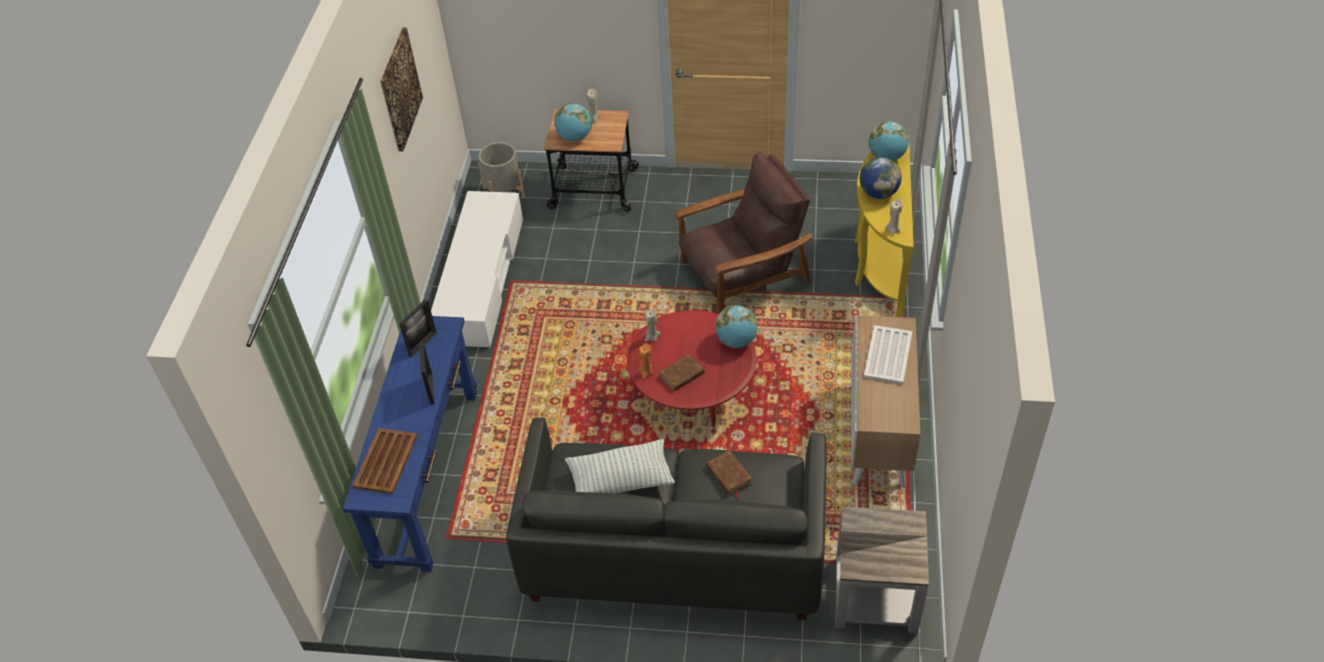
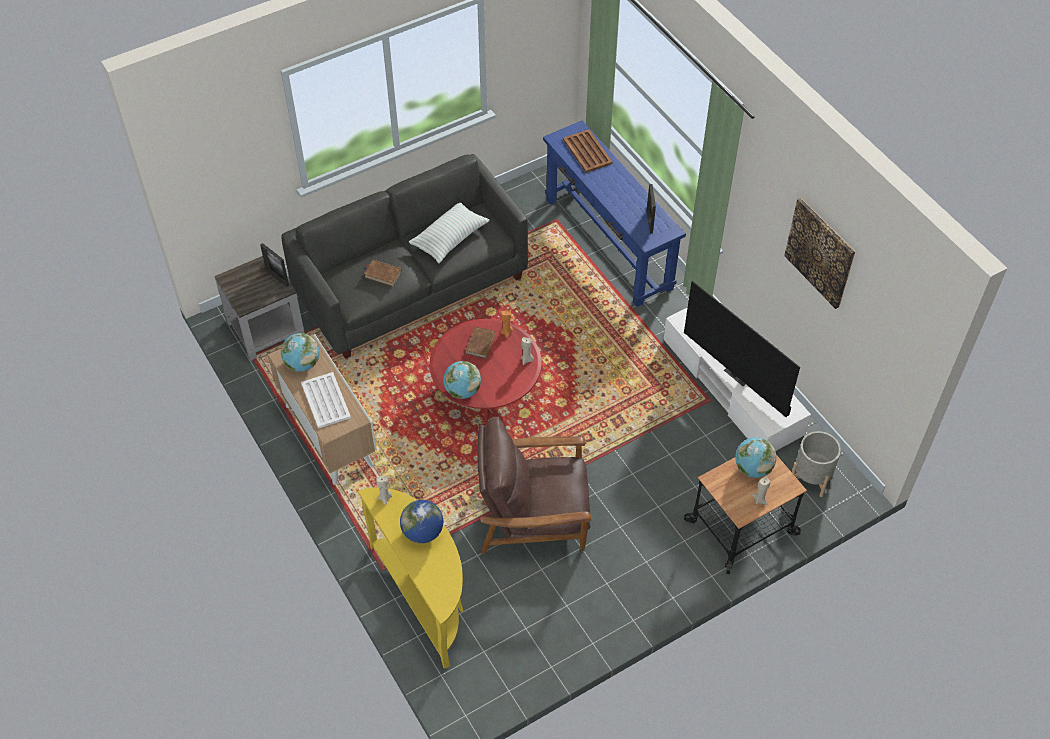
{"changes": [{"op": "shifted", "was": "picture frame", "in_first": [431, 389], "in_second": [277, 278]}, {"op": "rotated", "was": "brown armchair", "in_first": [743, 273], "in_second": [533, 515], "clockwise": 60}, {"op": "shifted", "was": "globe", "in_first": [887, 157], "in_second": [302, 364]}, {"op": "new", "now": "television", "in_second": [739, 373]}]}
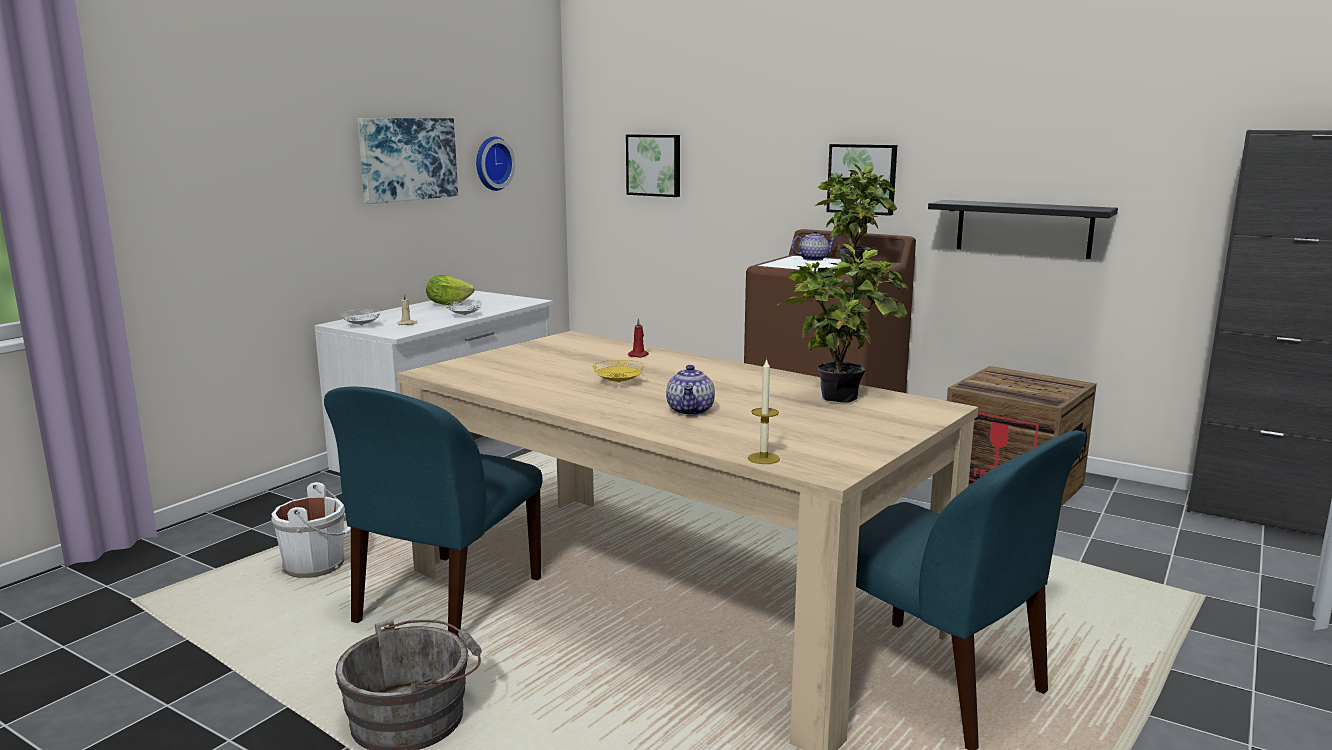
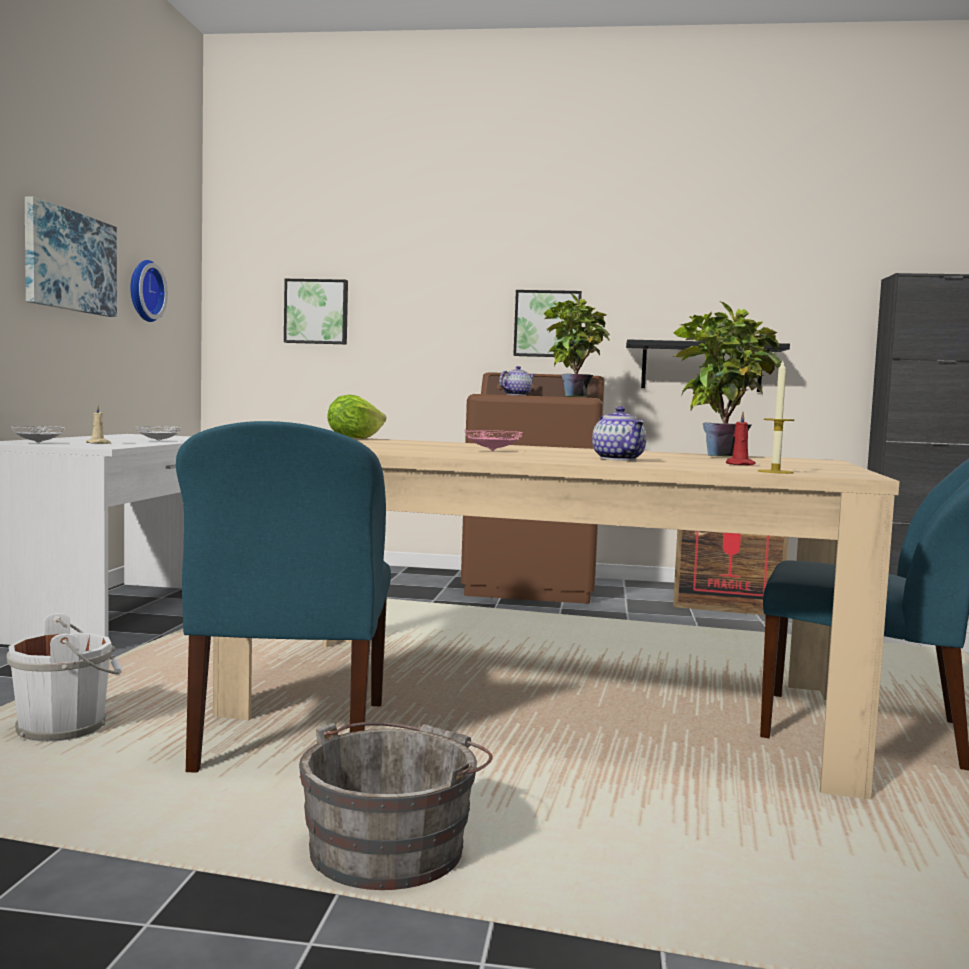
{"changes": [{"op": "shifted", "was": "lettuce", "in_first": [448, 304], "in_second": [354, 438]}, {"op": "repainted", "was": "yellow plate", "now": "pink plate", "in_first": [619, 383], "in_second": [493, 451]}, {"op": "shifted", "was": "red candle", "in_first": [639, 355], "in_second": [739, 465]}]}
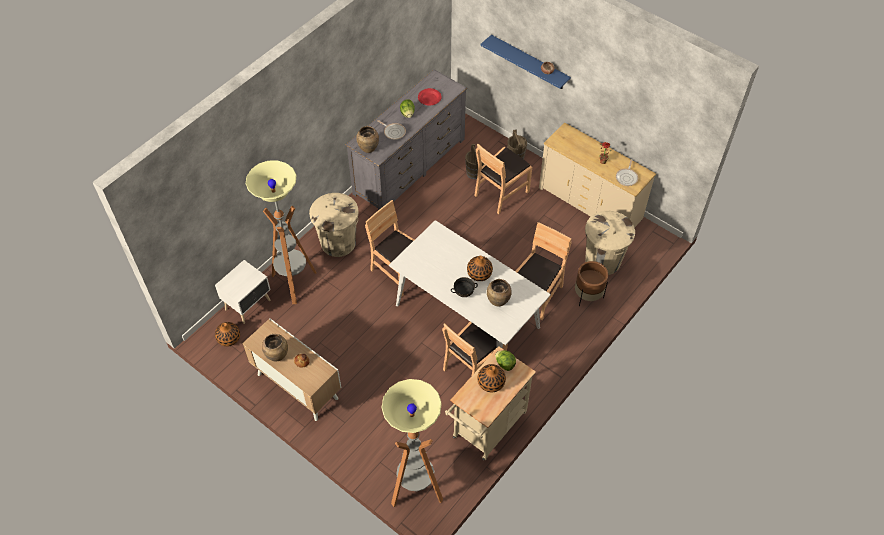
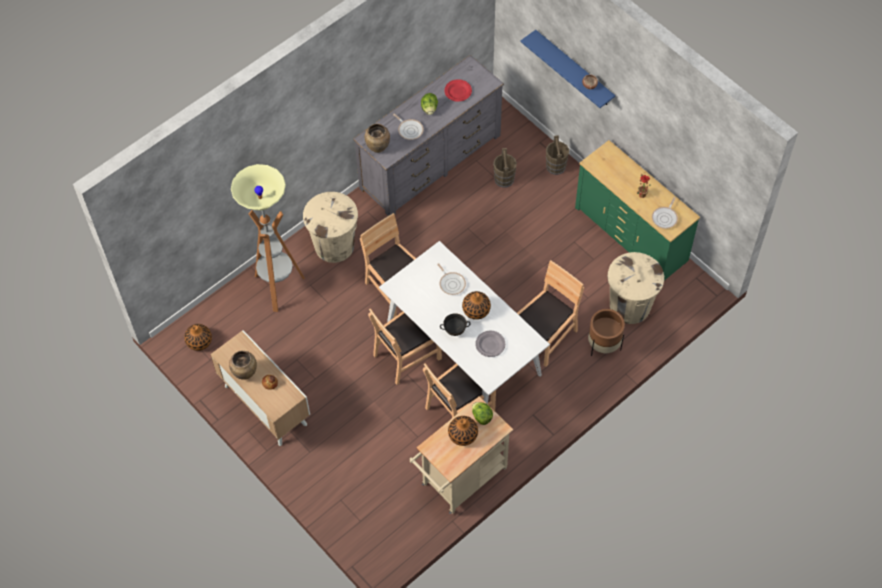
{"changes": [{"op": "gone", "was": "white nightstand", "in_first": [249, 305]}, {"op": "gone", "was": "floor lamp", "in_first": [416, 489]}, {"op": "shifted", "was": "brown chair", "in_first": [501, 193], "in_second": [406, 356]}, {"op": "swapped", "was": "brown vase", "now": "grey plate", "in_first": [497, 301], "in_second": [490, 344]}, {"op": "repainted", "was": "beige dresser", "now": "green dresser", "in_first": [590, 203], "in_second": [631, 234]}, {"op": "new", "now": "frying pan", "in_second": [451, 283]}]}
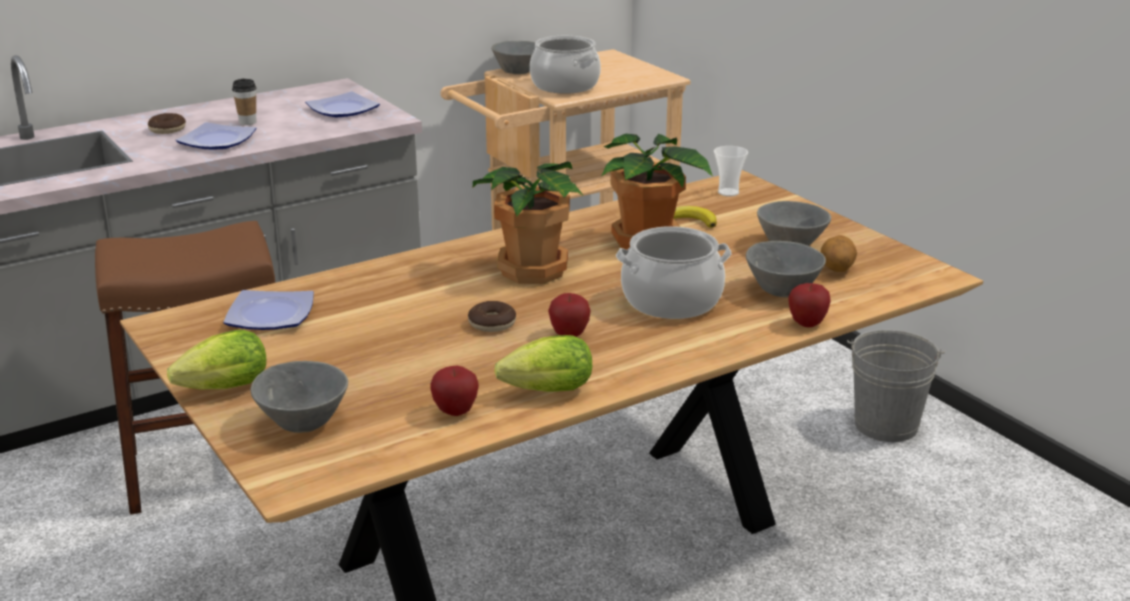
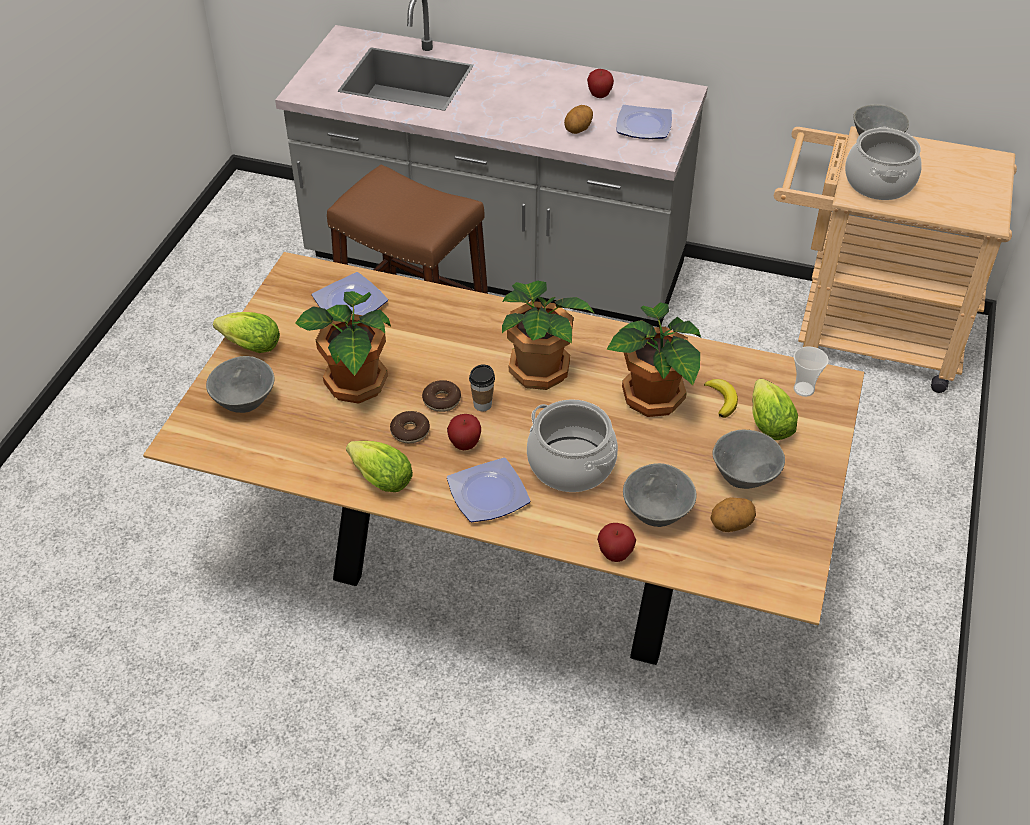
{"changes": [{"op": "shifted", "was": "donut", "in_first": [167, 130], "in_second": [410, 432]}, {"op": "shifted", "was": "plate", "in_first": [216, 141], "in_second": [489, 493]}, {"op": "shifted", "was": "cup", "in_first": [248, 122], "in_second": [482, 405]}, {"op": "shifted", "was": "apple", "in_first": [455, 412], "in_second": [599, 96]}, {"op": "gone", "was": "grey bucket", "in_first": [886, 425]}, {"op": "new", "now": "potted plant", "in_second": [354, 386]}, {"op": "new", "now": "potato", "in_second": [578, 129]}, {"op": "new", "now": "lettuce", "in_second": [767, 422]}]}
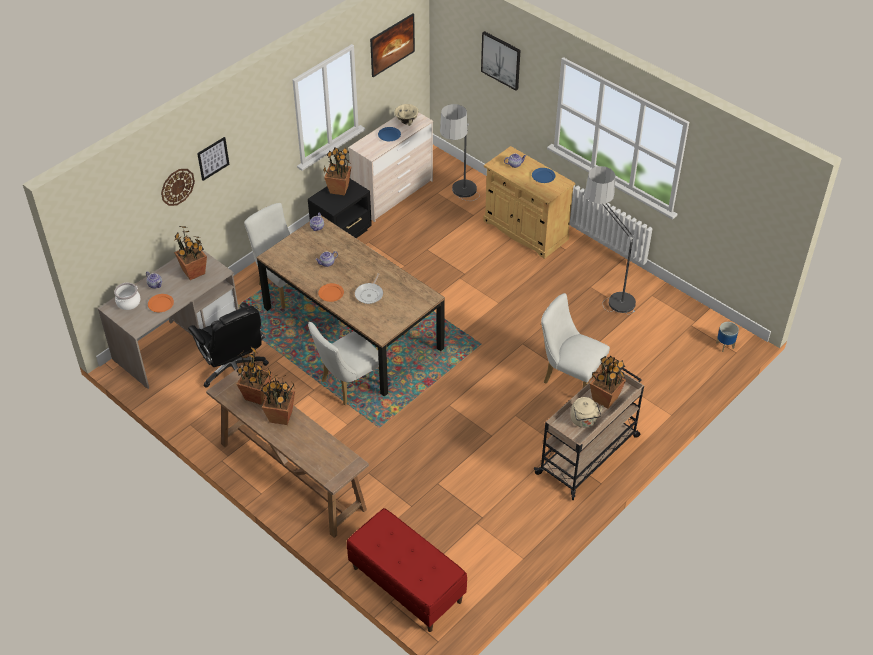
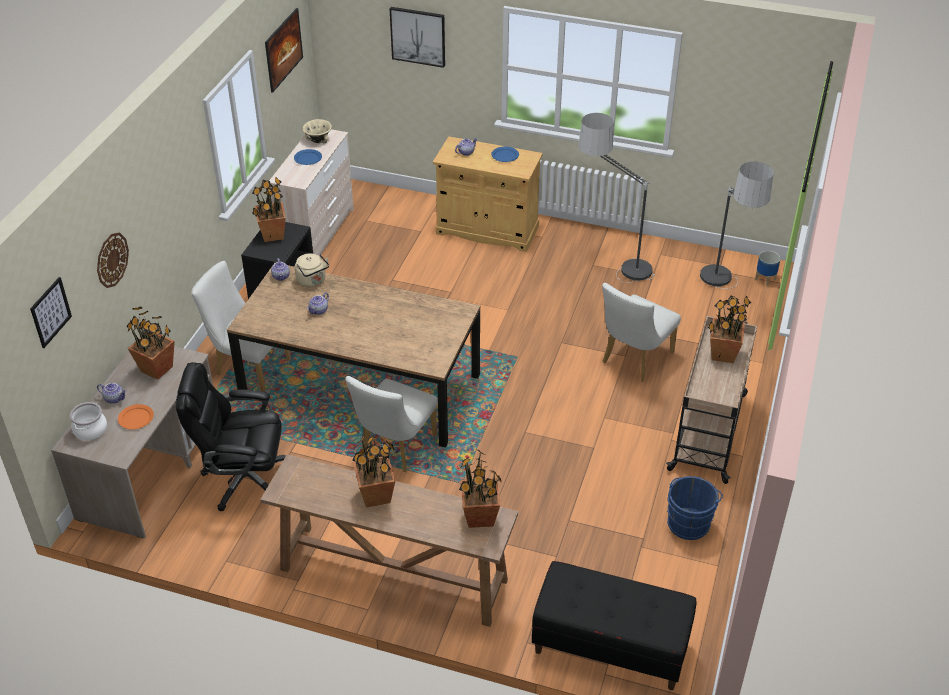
{"changes": [{"op": "rotated", "was": "black office chair", "in_first": [233, 369], "in_second": [243, 479], "clockwise": 150}, {"op": "shifted", "was": "picture", "in_first": [213, 158], "in_second": [50, 312]}, {"op": "shifted", "was": "potted plant", "in_first": [257, 396], "in_second": [480, 517]}, {"op": "gone", "was": "orange plate", "in_first": [331, 293]}, {"op": "repainted", "was": "red bench", "now": "black bench", "in_first": [406, 584], "in_second": [609, 647]}, {"op": "gone", "was": "frying pan", "in_first": [370, 294]}, {"op": "shifted", "was": "floor lamp", "in_first": [459, 203], "in_second": [724, 293]}, {"op": "rotated", "was": "white chair", "in_first": [569, 377], "in_second": [634, 360], "clockwise": -60}, {"op": "shifted", "was": "beige kettle", "in_first": [584, 421], "in_second": [312, 281]}, {"op": "new", "now": "blue bucket", "in_second": [689, 522]}]}
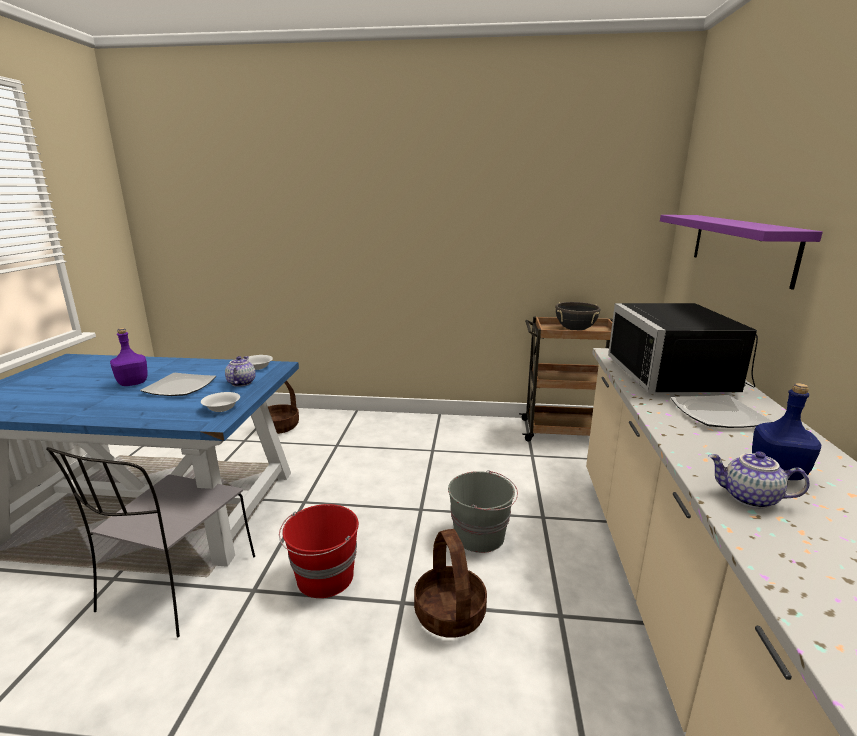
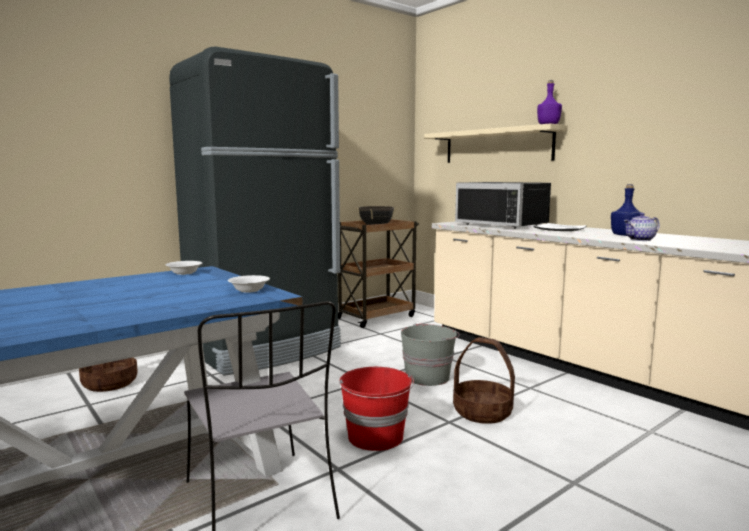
{"changes": [{"op": "shifted", "was": "purple bottle", "in_first": [133, 383], "in_second": [548, 125]}, {"op": "gone", "was": "plate", "in_first": [179, 387]}, {"op": "gone", "was": "teapot", "in_first": [241, 383]}, {"op": "repainted", "was": "purple shelf", "now": "beige shelf", "in_first": [740, 246], "in_second": [496, 146]}, {"op": "new", "now": "black fridge", "in_second": [265, 349]}]}
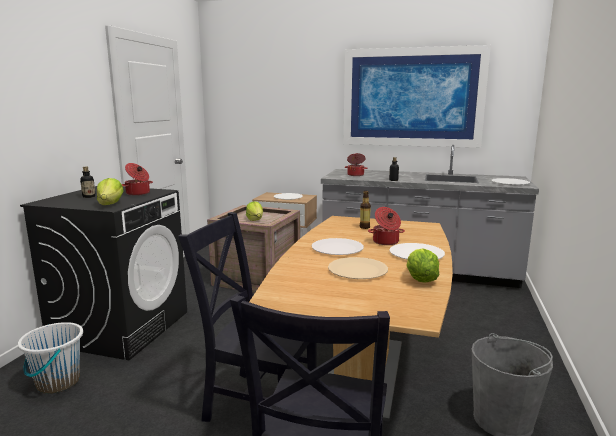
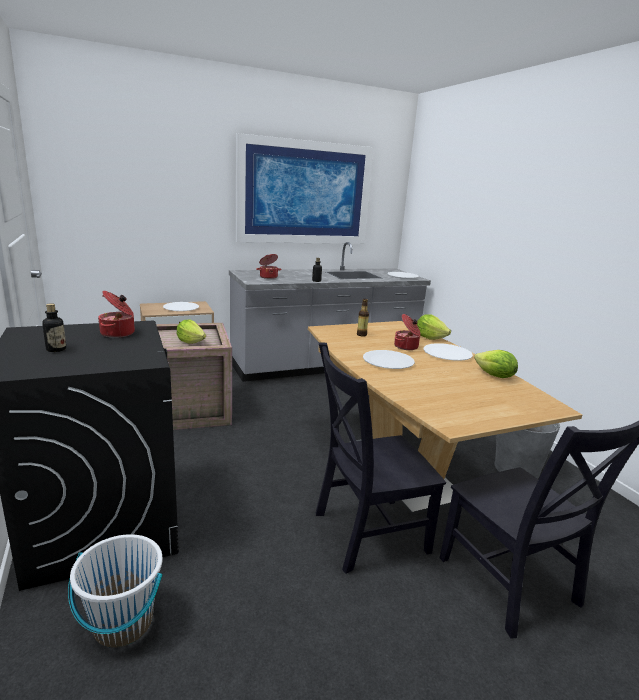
{"changes": [{"op": "shifted", "was": "lettuce", "in_first": [110, 204], "in_second": [430, 338]}, {"op": "gone", "was": "beige plate", "in_first": [358, 270]}]}
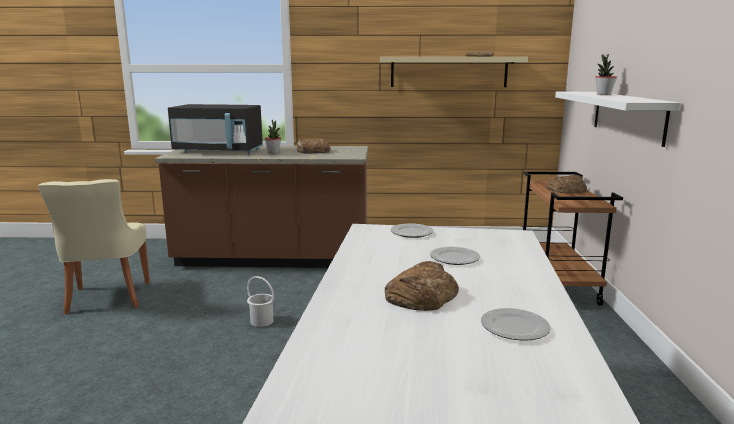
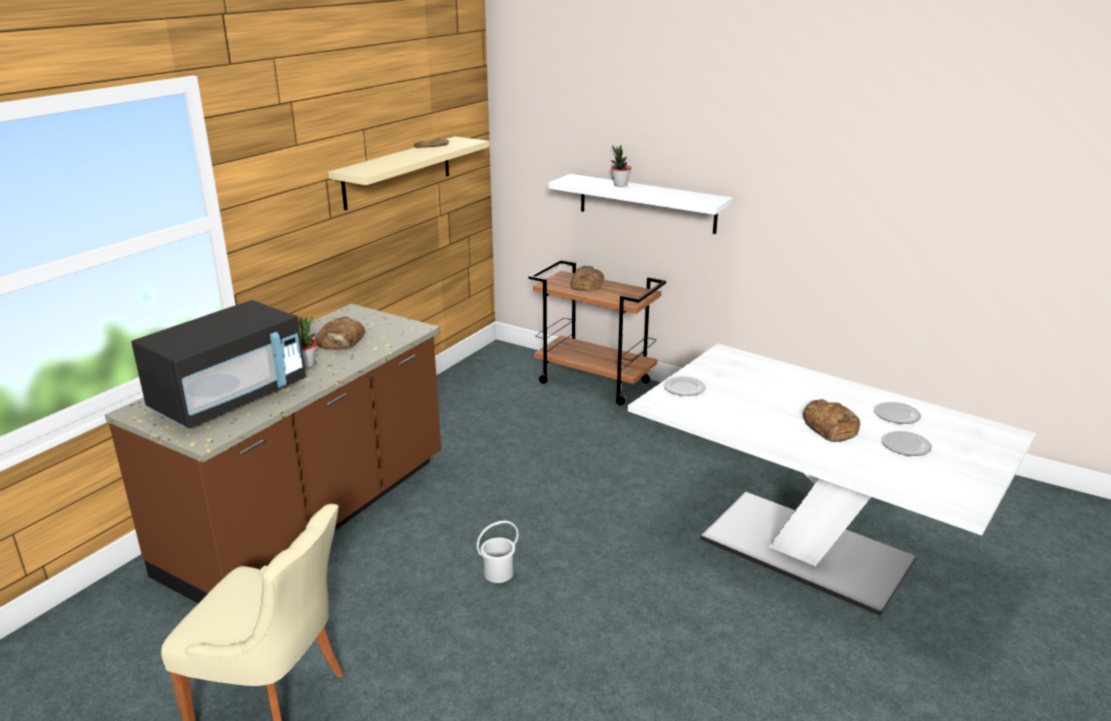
{"changes": [{"op": "shifted", "was": "plate", "in_first": [455, 258], "in_second": [906, 446]}]}
